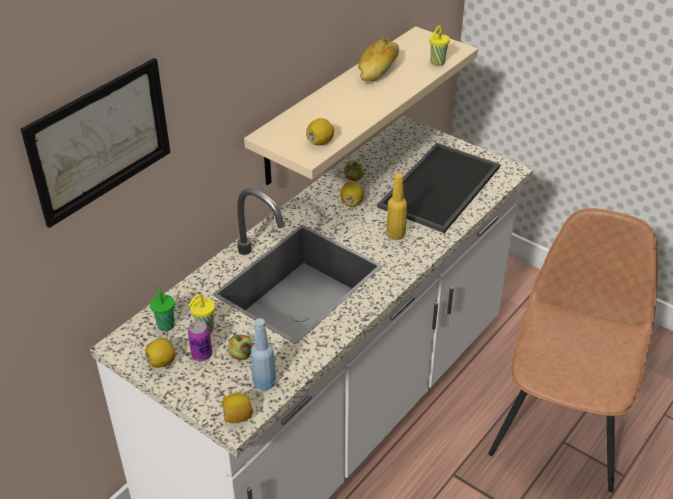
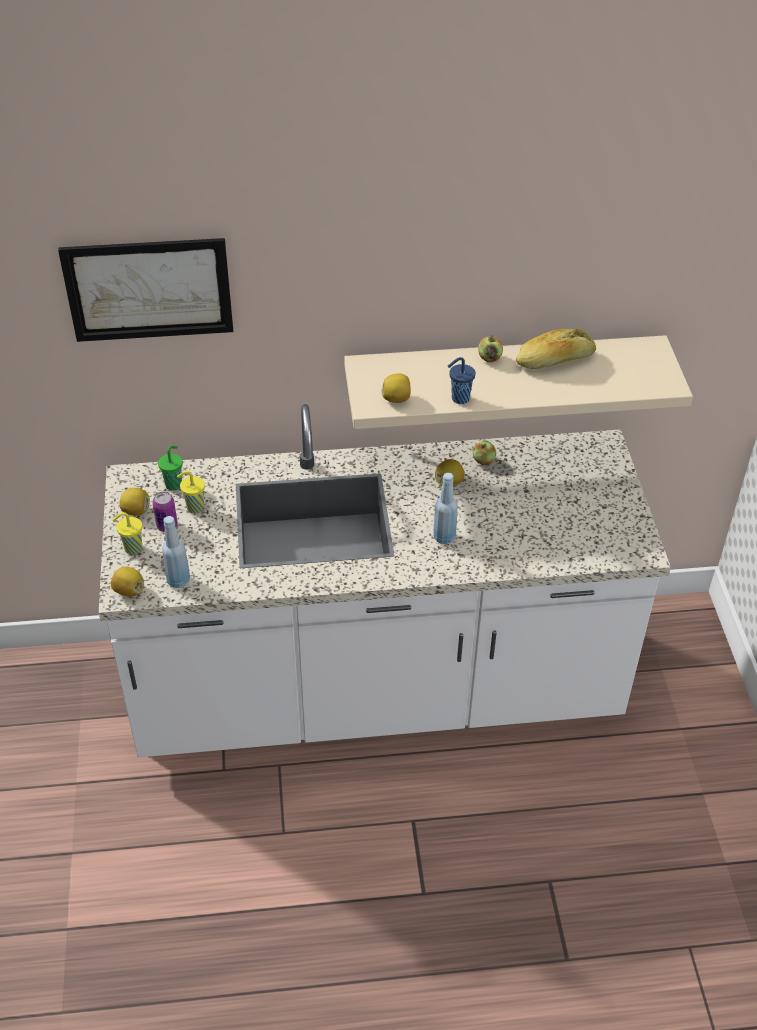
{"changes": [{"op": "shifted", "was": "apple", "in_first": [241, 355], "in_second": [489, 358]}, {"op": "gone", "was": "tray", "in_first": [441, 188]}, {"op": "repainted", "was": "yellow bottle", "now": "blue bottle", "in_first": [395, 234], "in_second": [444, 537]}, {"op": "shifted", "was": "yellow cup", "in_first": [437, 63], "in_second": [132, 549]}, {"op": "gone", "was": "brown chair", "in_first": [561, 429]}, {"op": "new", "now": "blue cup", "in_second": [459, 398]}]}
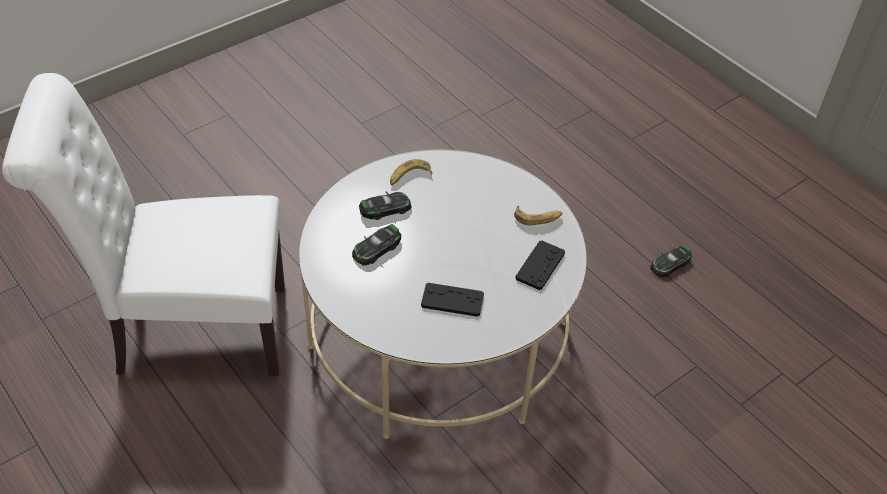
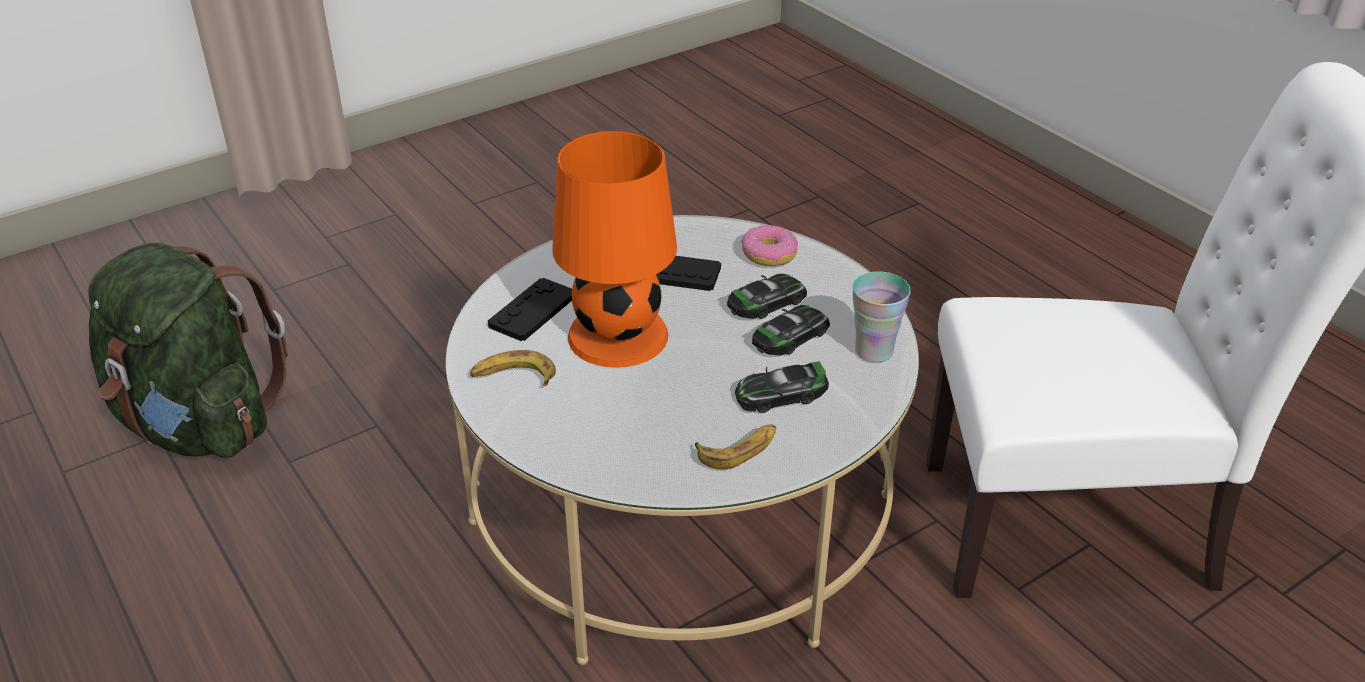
{"changes": [{"op": "shifted", "was": "toy car", "in_first": [670, 264], "in_second": [766, 303]}, {"op": "new", "now": "green backpack", "in_second": [199, 425]}, {"op": "new", "now": "orange table lamp", "in_second": [619, 336]}, {"op": "new", "now": "donut", "in_second": [768, 254]}, {"op": "new", "now": "cup", "in_second": [874, 351]}]}
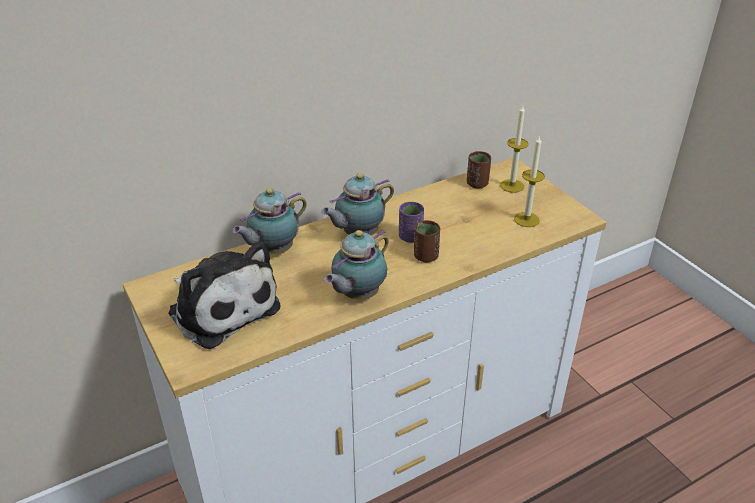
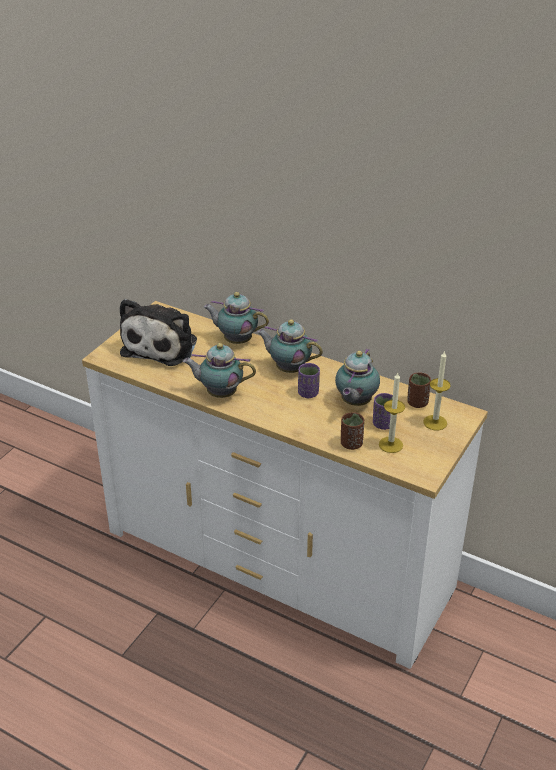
{"changes": [{"op": "shifted", "was": "brown cup", "in_first": [426, 256], "in_second": [351, 444]}, {"op": "new", "now": "teapot", "in_second": [355, 403]}, {"op": "new", "now": "purple cup", "in_second": [383, 424]}]}
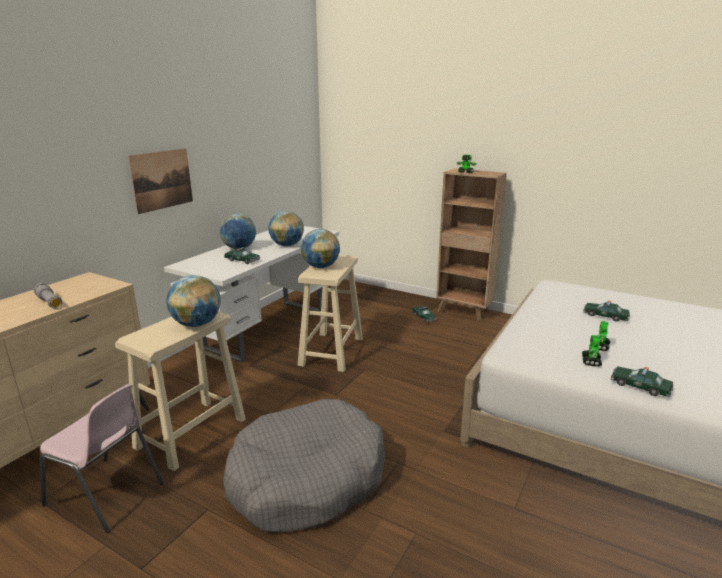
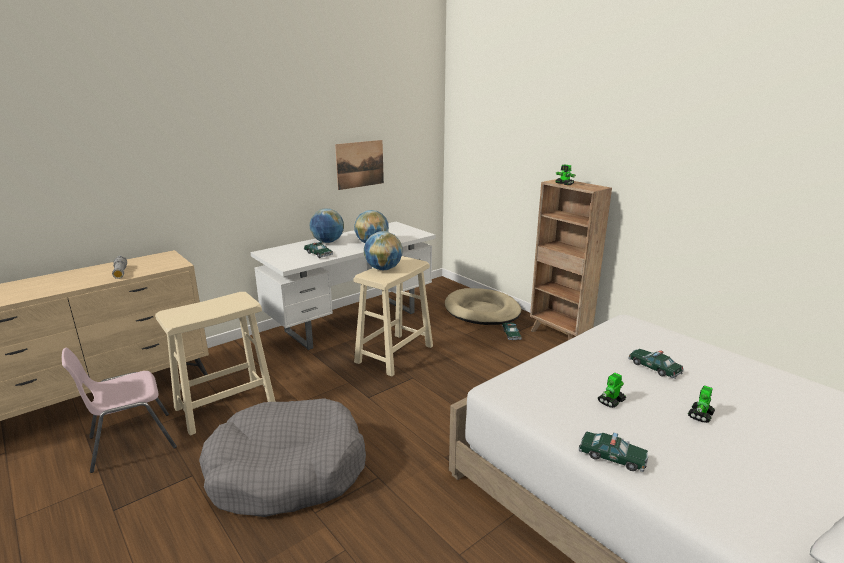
{"changes": [{"op": "rotated", "was": "pink chair", "in_first": [106, 494], "in_second": [130, 442], "clockwise": 105}, {"op": "shifted", "was": "picture", "in_first": [162, 180], "in_second": [360, 164]}, {"op": "gone", "was": "globe", "in_first": [197, 324]}, {"op": "shifted", "was": "toy robot", "in_first": [591, 361], "in_second": [700, 415]}, {"op": "rotated", "was": "toy car", "in_first": [640, 386], "in_second": [612, 457], "clockwise": 150}, {"op": "new", "now": "beige dog bed", "in_second": [482, 310]}]}
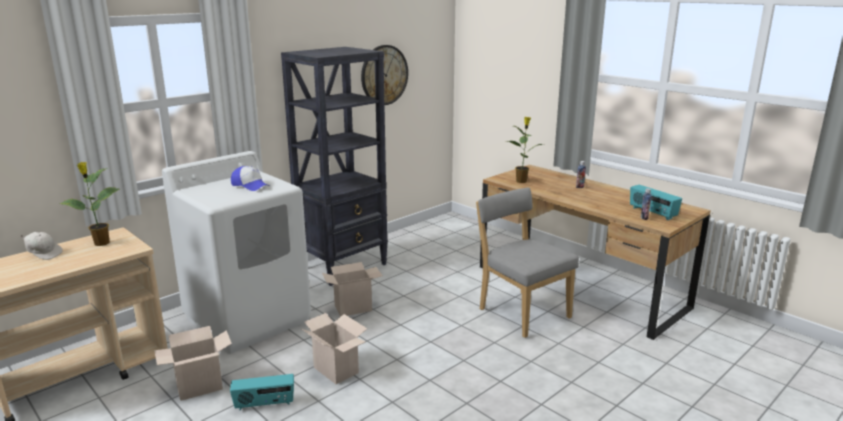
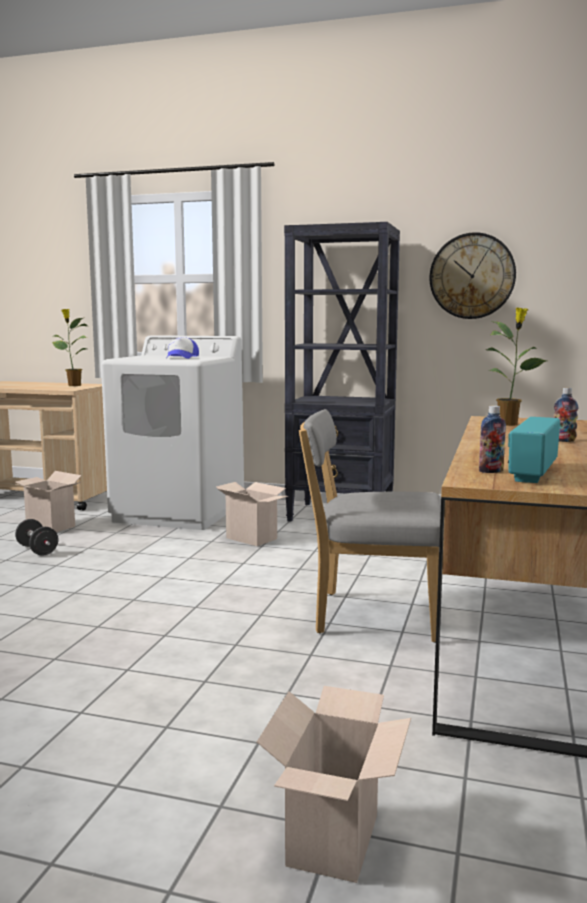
{"changes": [{"op": "gone", "was": "white cap", "in_first": [43, 254]}, {"op": "swapped", "was": "radio", "now": "black dumbbell", "in_first": [264, 404], "in_second": [37, 550]}, {"op": "shifted", "was": "cardboard box", "in_first": [337, 370], "in_second": [335, 843]}, {"op": "rotated", "was": "grey chair", "in_first": [521, 312], "in_second": [371, 615], "clockwise": -105}]}
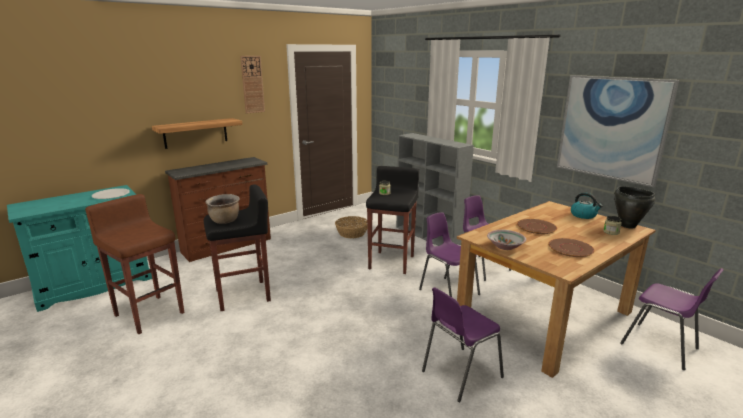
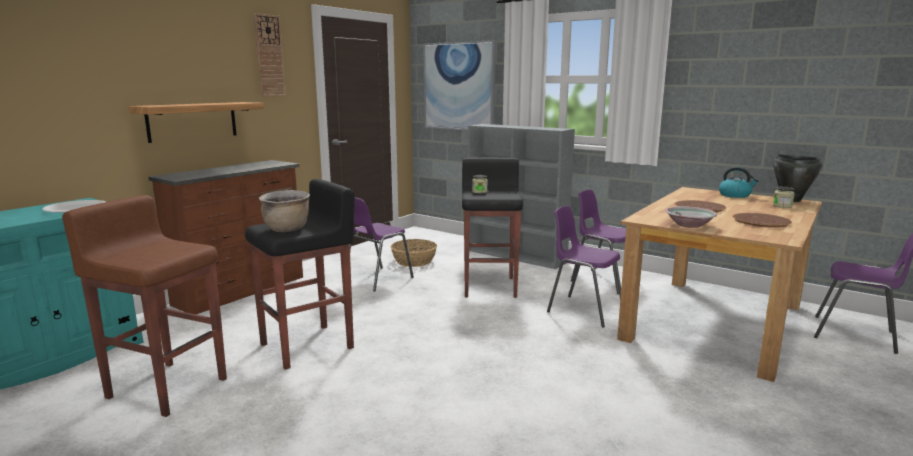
{"changes": [{"op": "shifted", "was": "purple chair", "in_first": [459, 374], "in_second": [377, 279]}, {"op": "shifted", "was": "picture", "in_first": [611, 128], "in_second": [459, 86]}]}
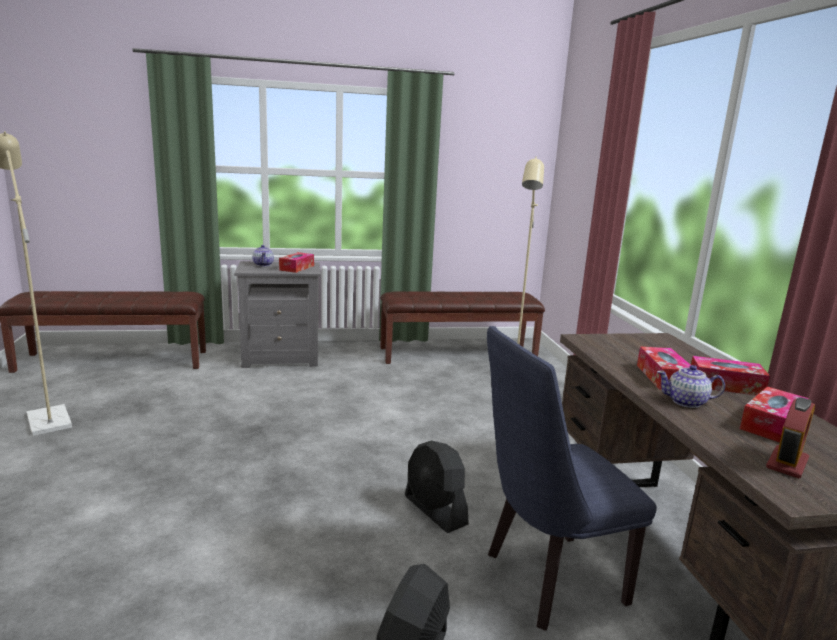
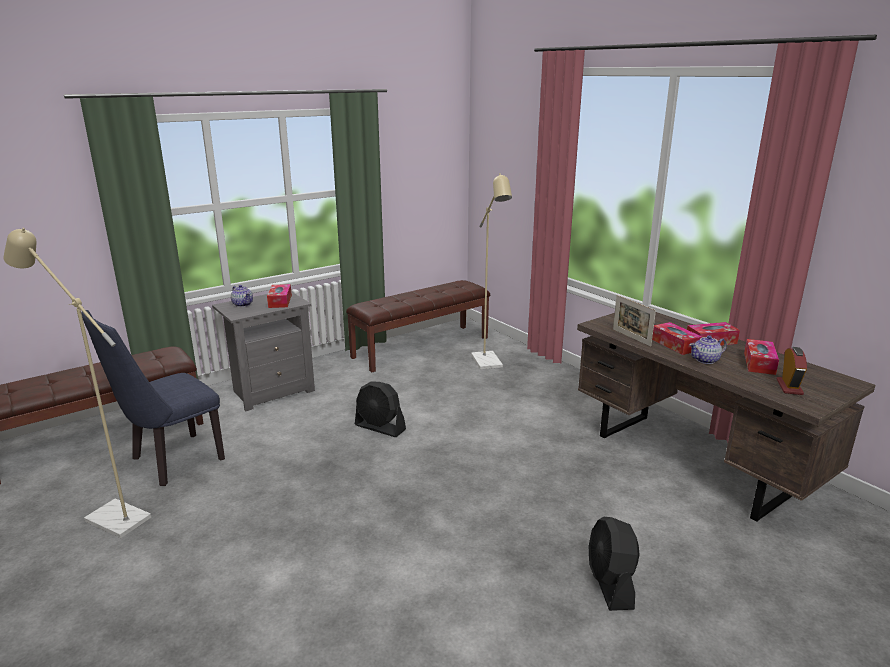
{"changes": [{"op": "shifted", "was": "black fan", "in_first": [435, 510], "in_second": [380, 427]}, {"op": "shifted", "was": "blue chair", "in_first": [545, 581], "in_second": [170, 462]}, {"op": "new", "now": "picture frame", "in_second": [631, 337]}]}
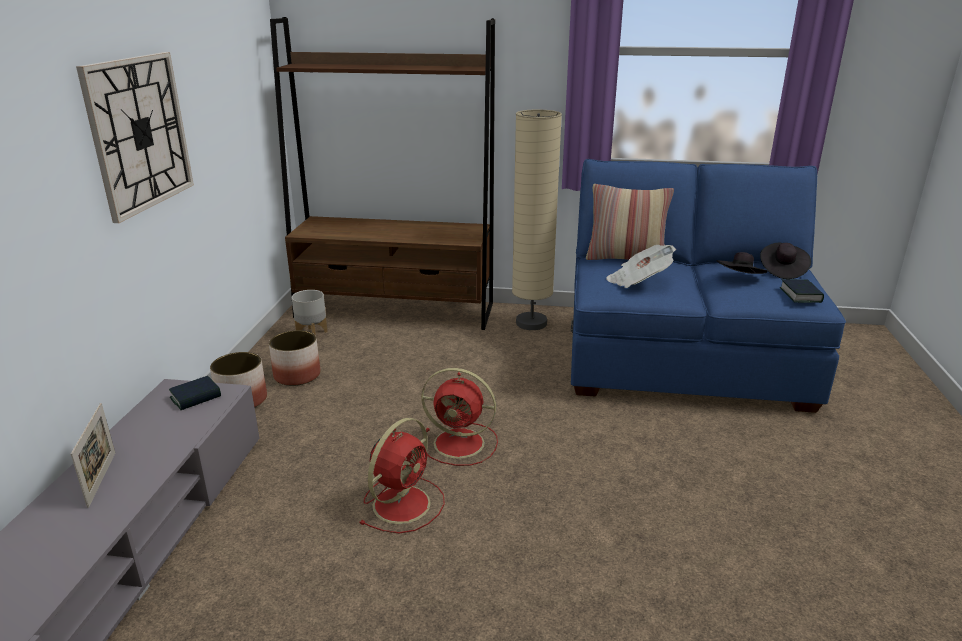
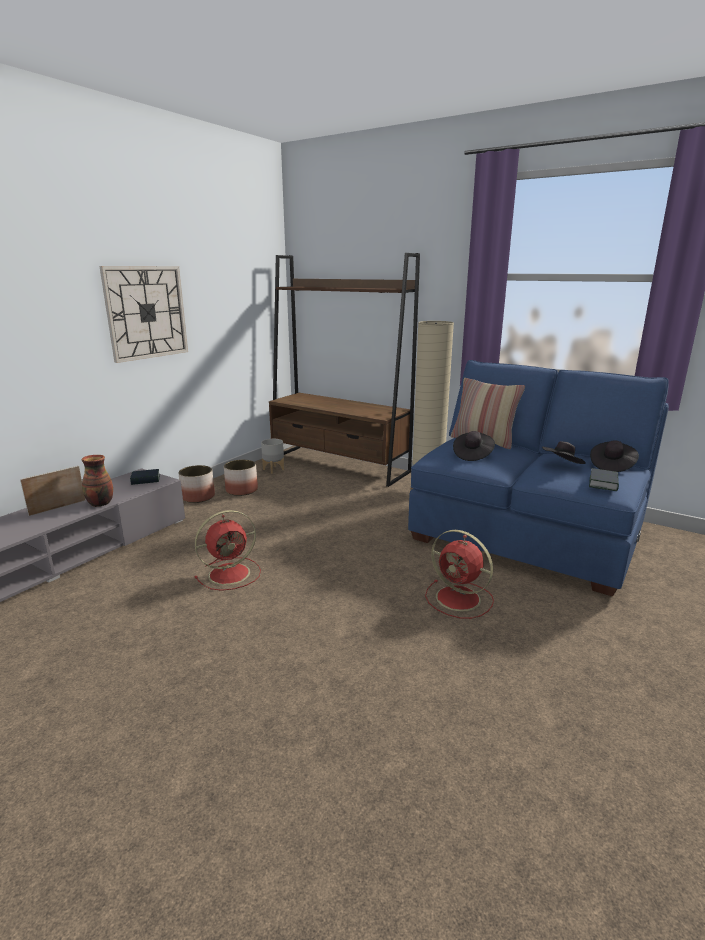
{"changes": [{"op": "rotated", "was": "picture frame", "in_first": [102, 479], "in_second": [58, 508], "clockwise": -150}, {"op": "shifted", "was": "red fan", "in_first": [461, 443], "in_second": [460, 599]}, {"op": "swapped", "was": "newspaper", "now": "black hat", "in_first": [638, 281], "in_second": [472, 455]}, {"op": "new", "now": "vase", "in_second": [100, 503]}]}
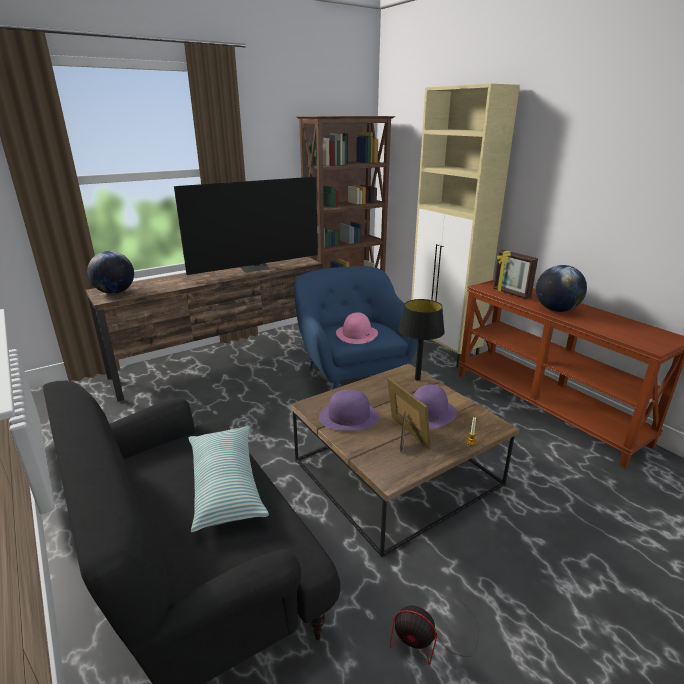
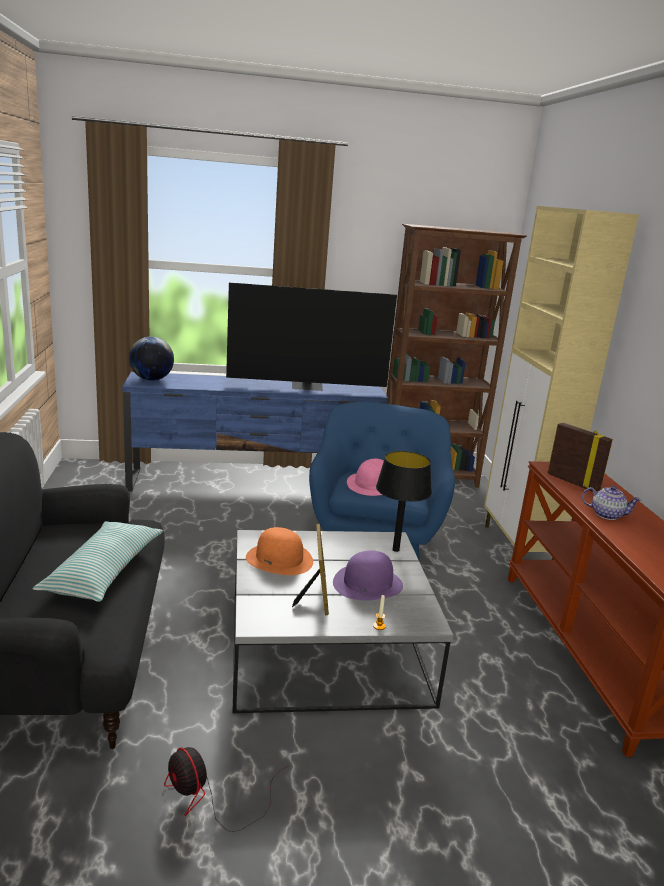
{"changes": [{"op": "repainted", "was": "brown tv stand", "now": "blue tv stand", "in_first": [224, 360], "in_second": [255, 483]}, {"op": "repainted", "was": "brown coffee table", "now": "grey coffee table", "in_first": [394, 471], "in_second": [324, 646]}, {"op": "repainted", "was": "purple hat", "now": "orange hat", "in_first": [349, 416], "in_second": [279, 559]}, {"op": "rotated", "was": "picture frame", "in_first": [511, 294], "in_second": [573, 482], "clockwise": 150}, {"op": "swapped", "was": "globe", "now": "teapot", "in_first": [556, 310], "in_second": [606, 514]}]}
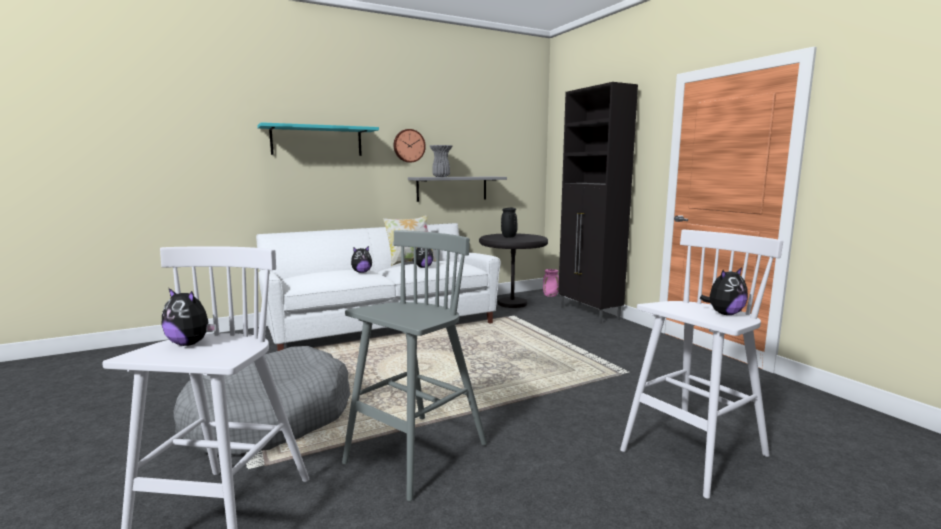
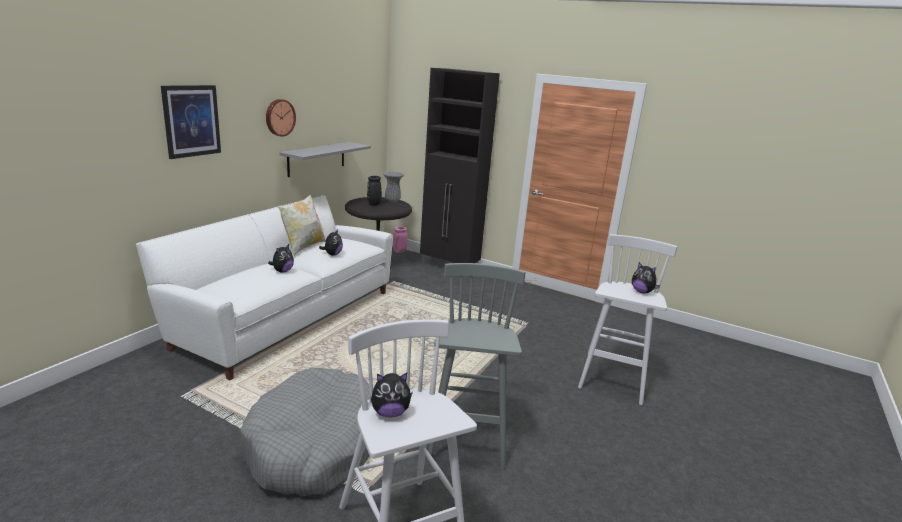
{"changes": [{"op": "swapped", "was": "turquoise shelf", "now": "picture", "in_first": [317, 141], "in_second": [191, 121]}, {"op": "shifted", "was": "grey vase", "in_first": [441, 177], "in_second": [393, 200]}, {"op": "rotated", "was": "plush toy", "in_first": [724, 314], "in_second": [642, 292], "clockwise": 105}]}
